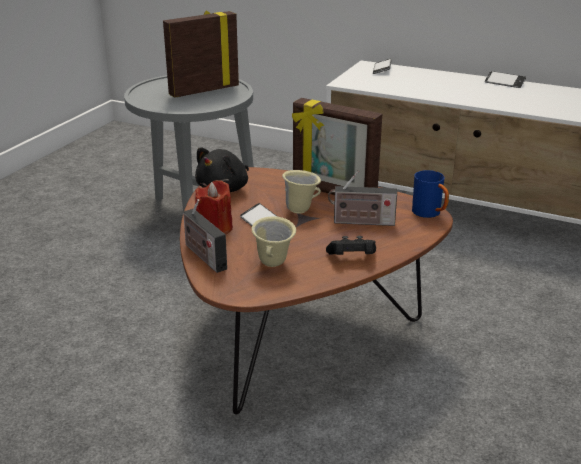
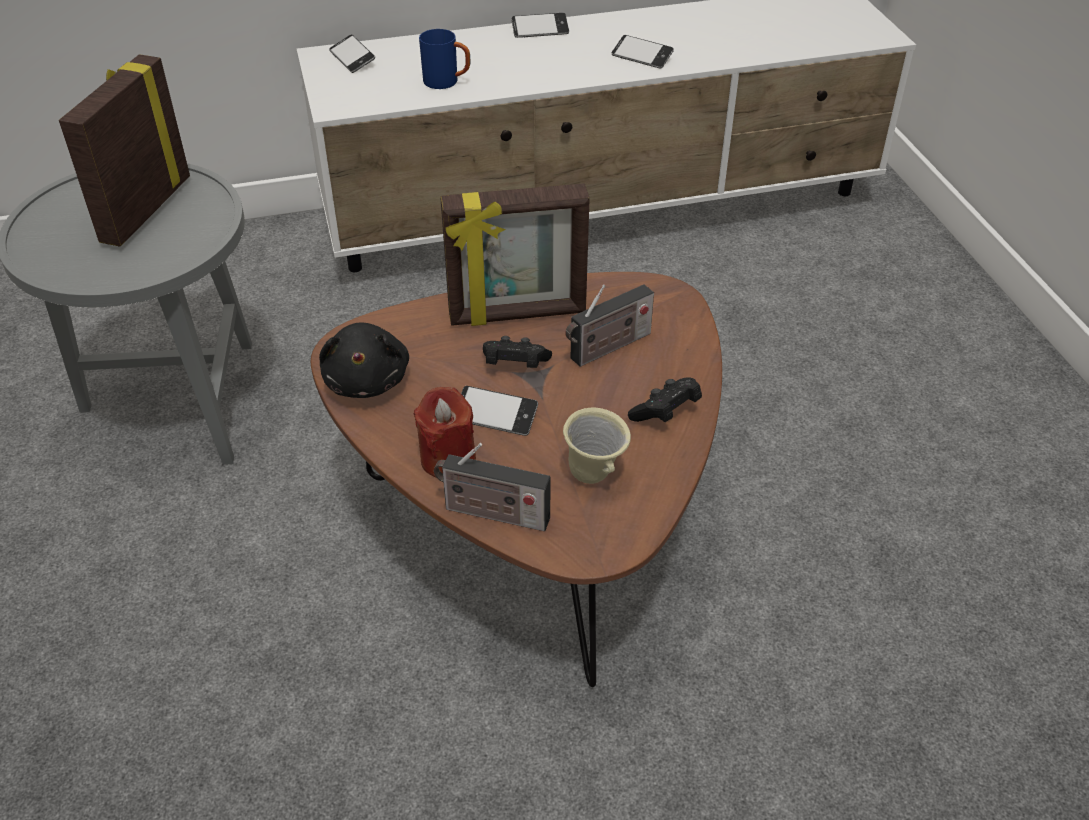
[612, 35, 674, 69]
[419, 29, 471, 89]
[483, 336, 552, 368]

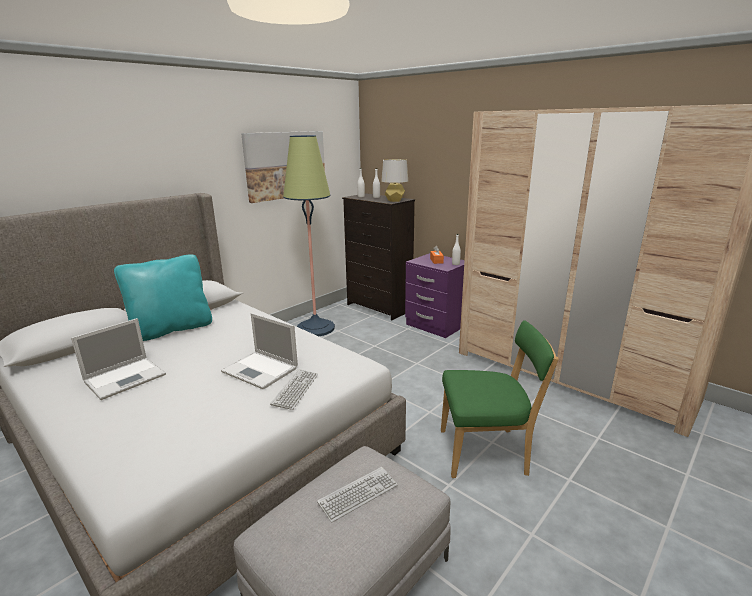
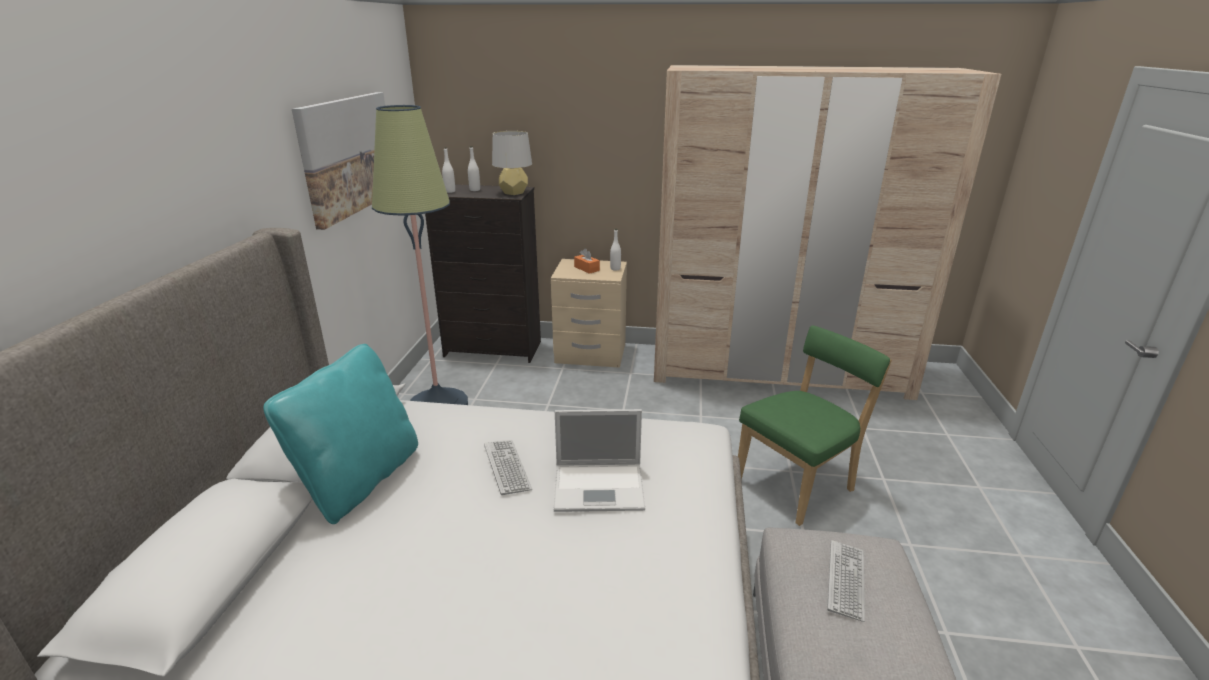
[71, 318, 166, 400] (first image)
[484, 440, 532, 495]
[551, 259, 627, 368]

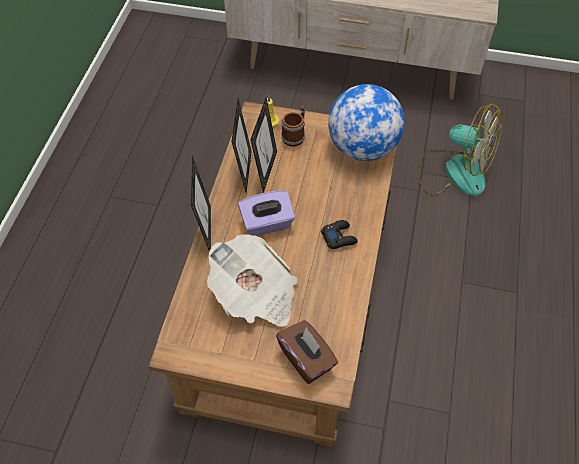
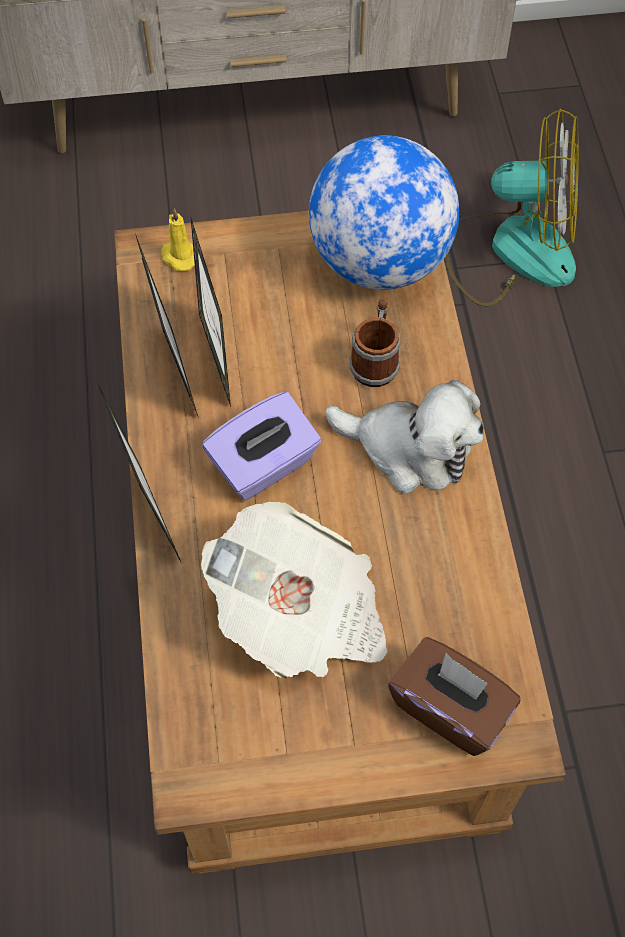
[350, 299, 401, 387]
[325, 379, 484, 494]

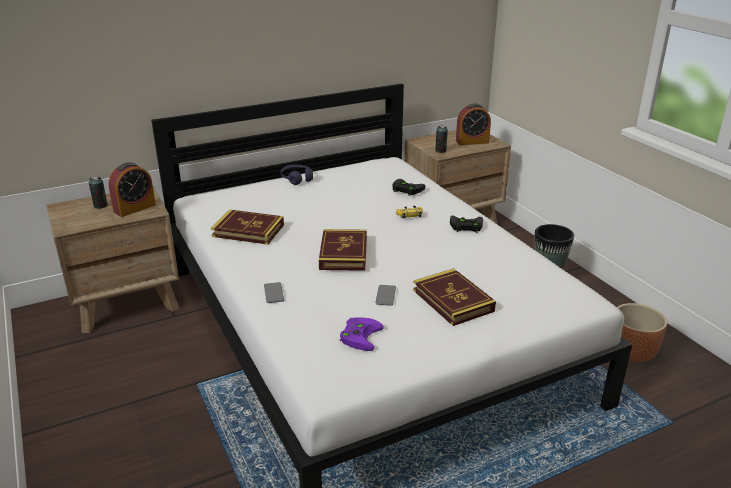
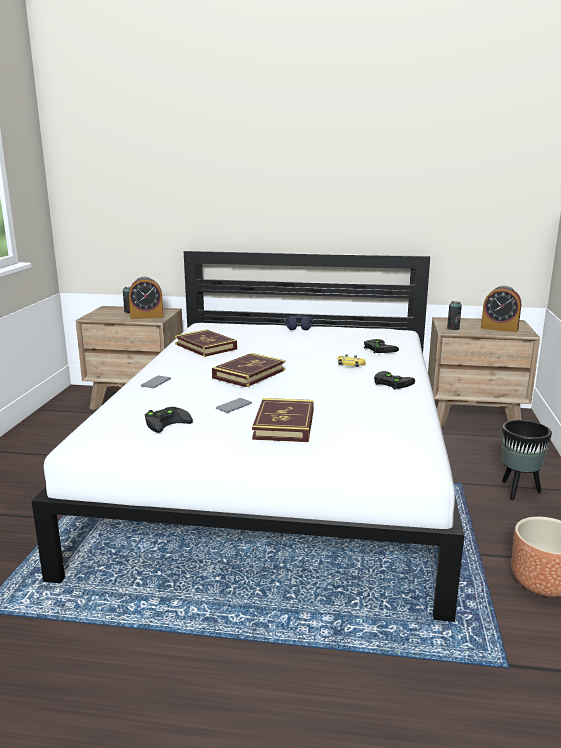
[145, 407, 193, 433]

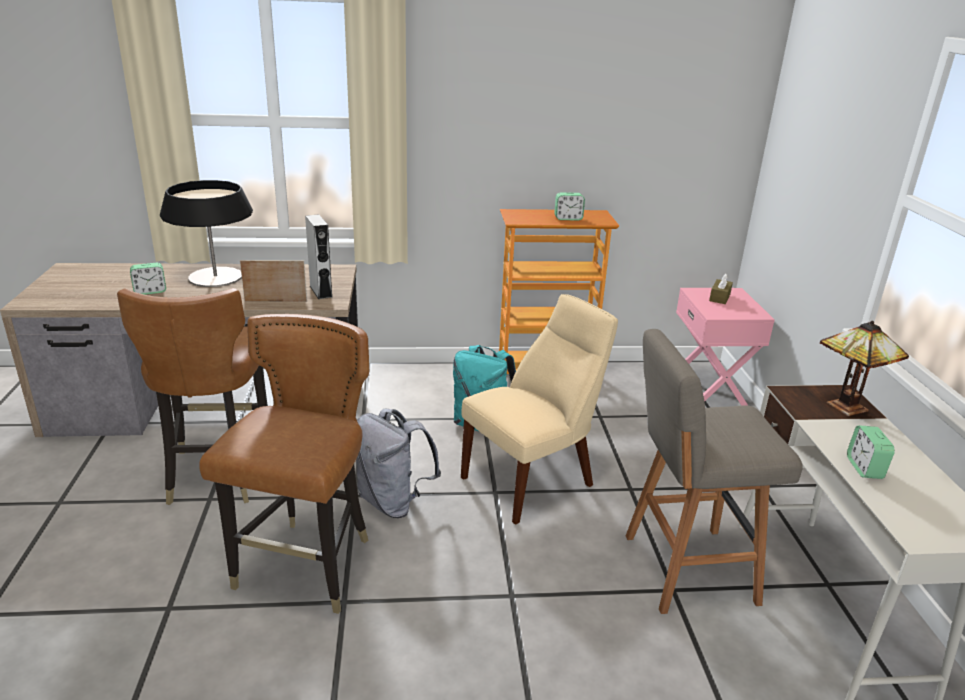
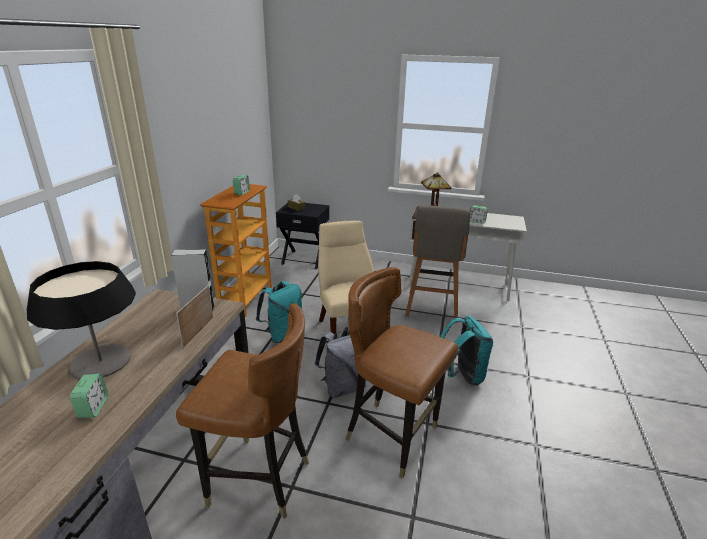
[440, 315, 493, 386]
[276, 203, 329, 269]

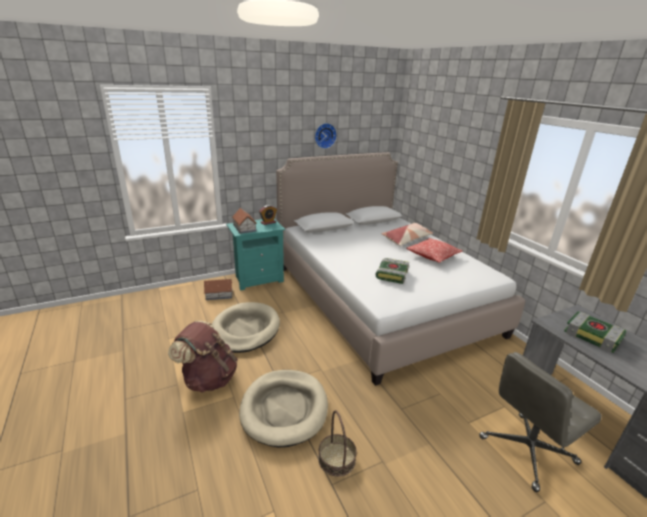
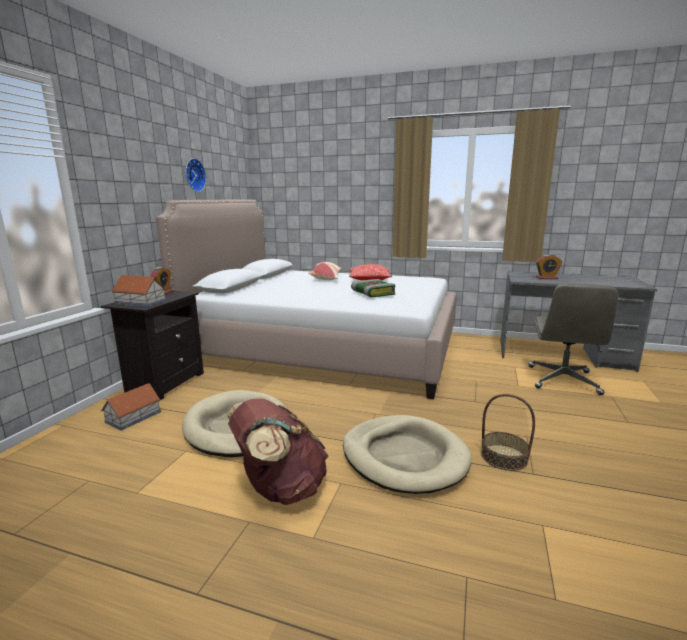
[536, 254, 563, 279]
[100, 291, 204, 400]

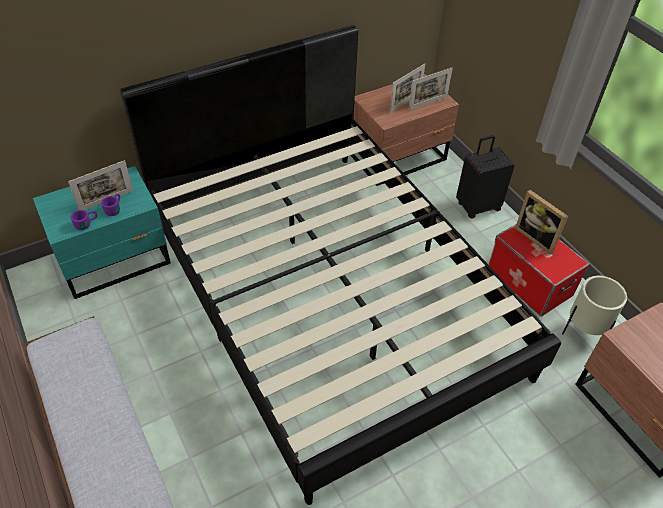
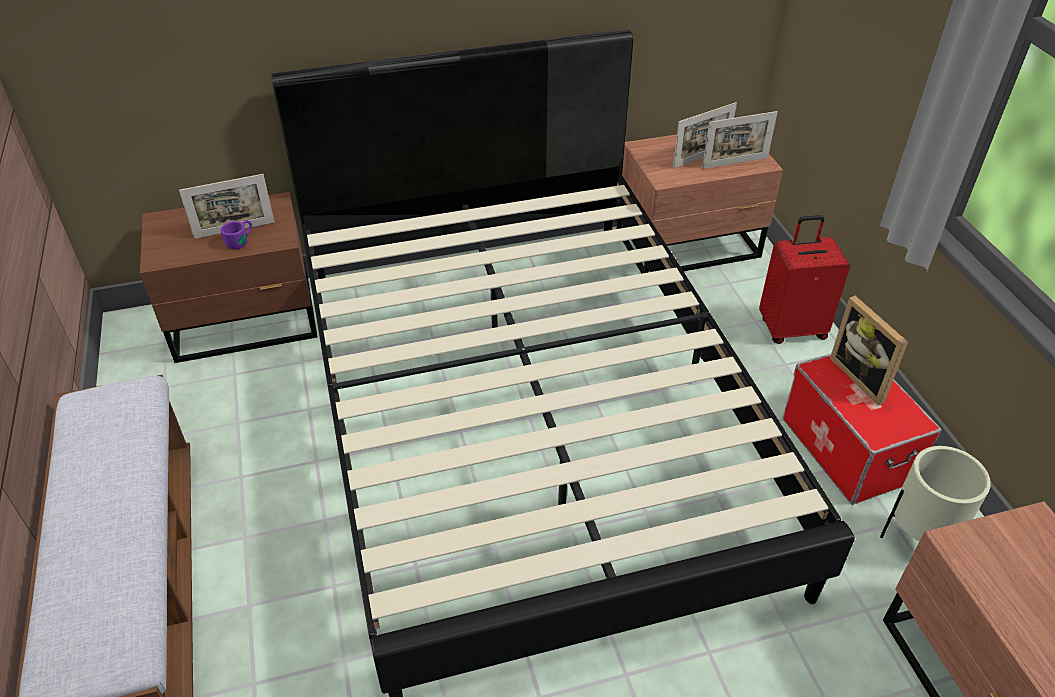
[71, 210, 97, 230] (first image)
[140, 192, 318, 363]
[759, 215, 850, 344]

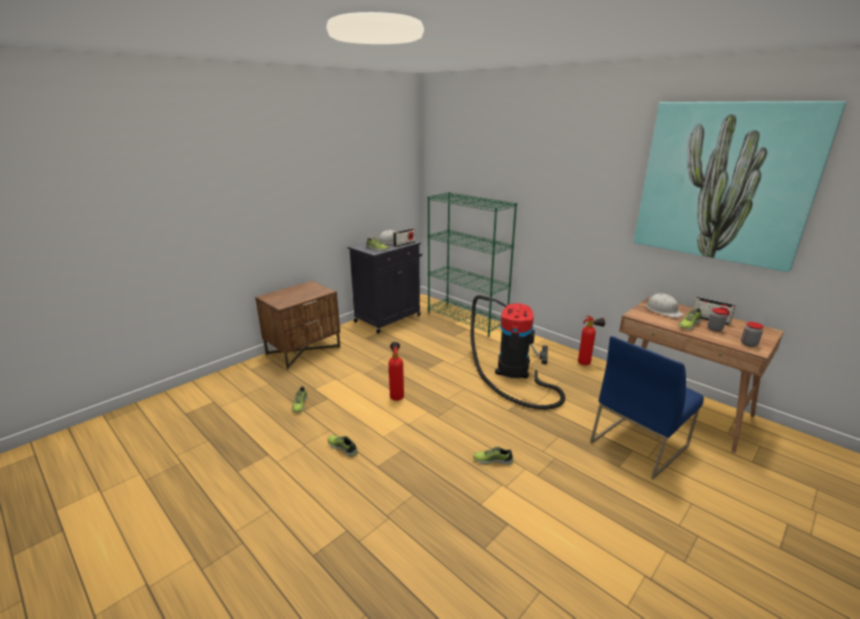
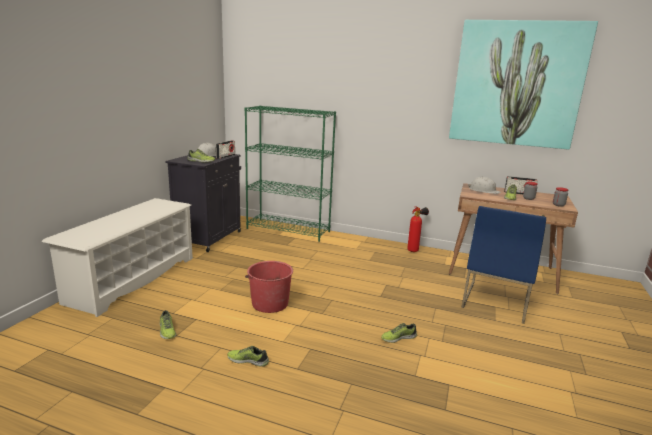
[470, 295, 565, 410] (first image)
[42, 198, 193, 317]
[245, 261, 293, 313]

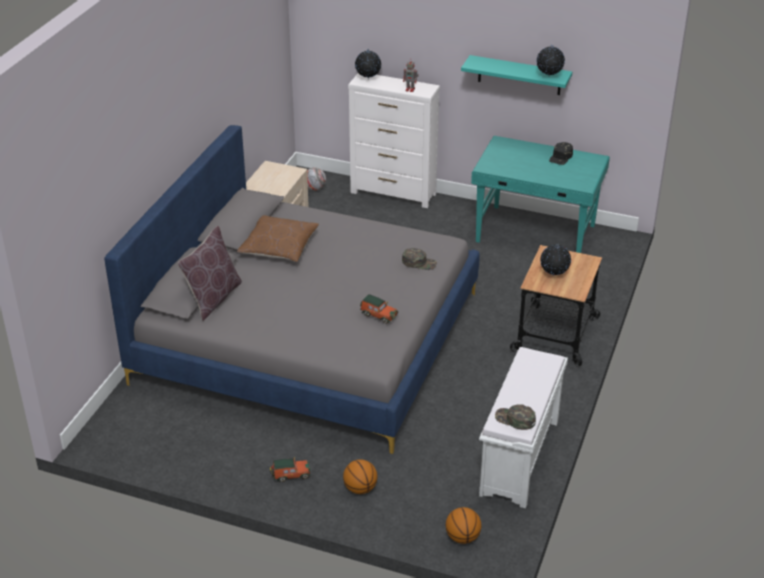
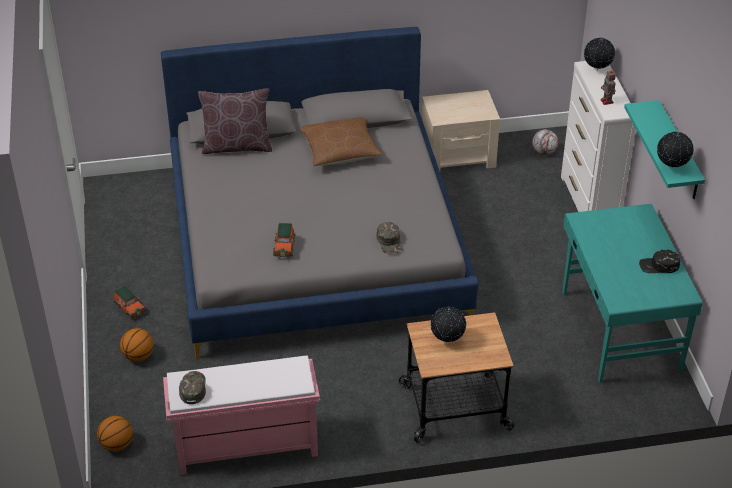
[163, 355, 320, 475]

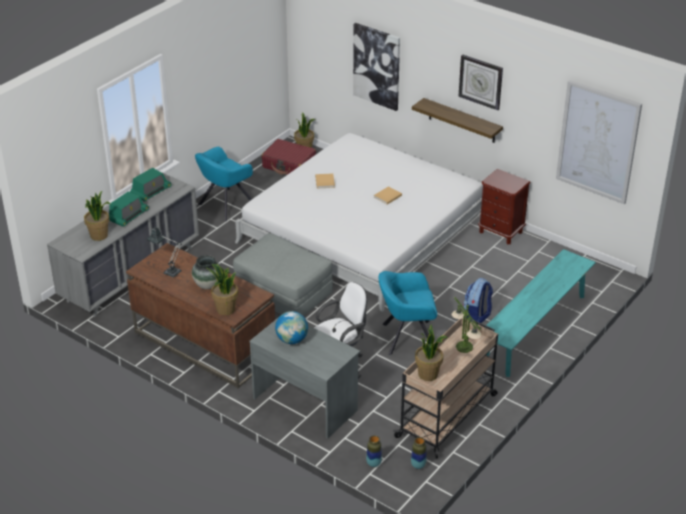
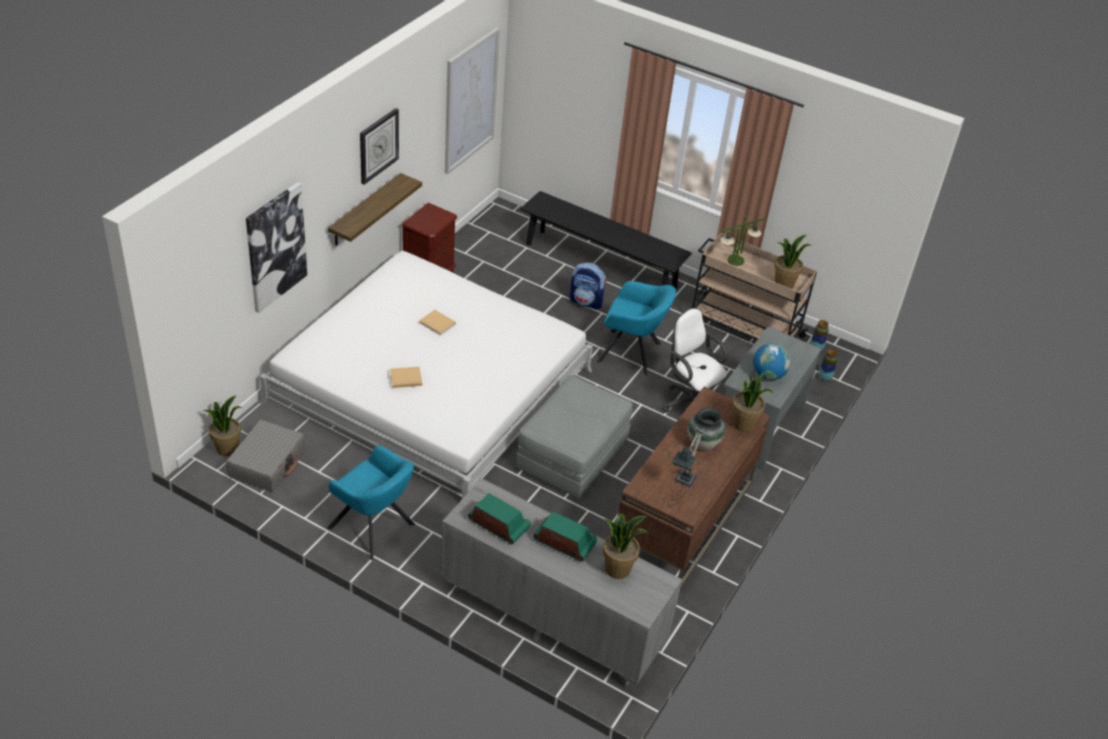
[226, 420, 305, 492]
[520, 191, 692, 288]
[597, 281, 676, 376]

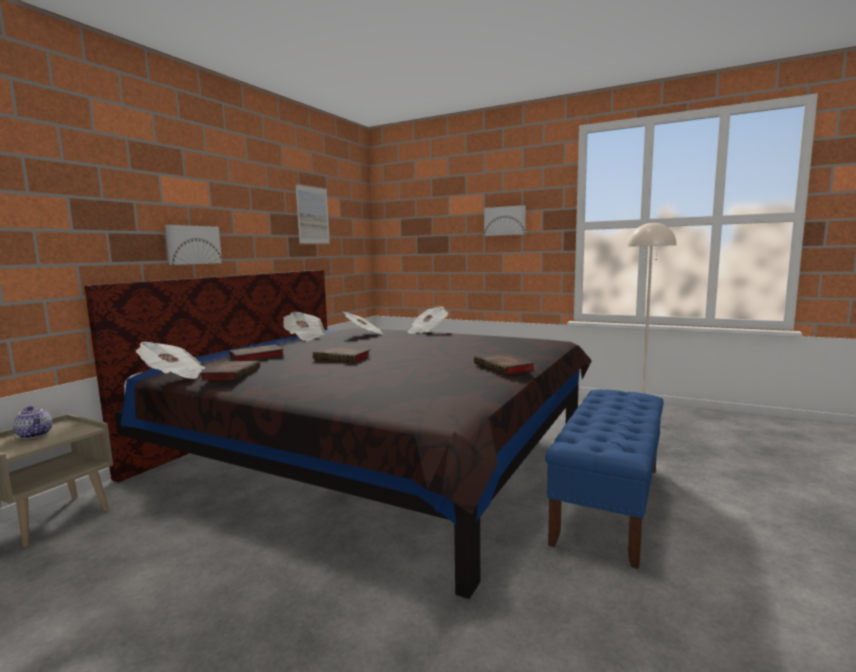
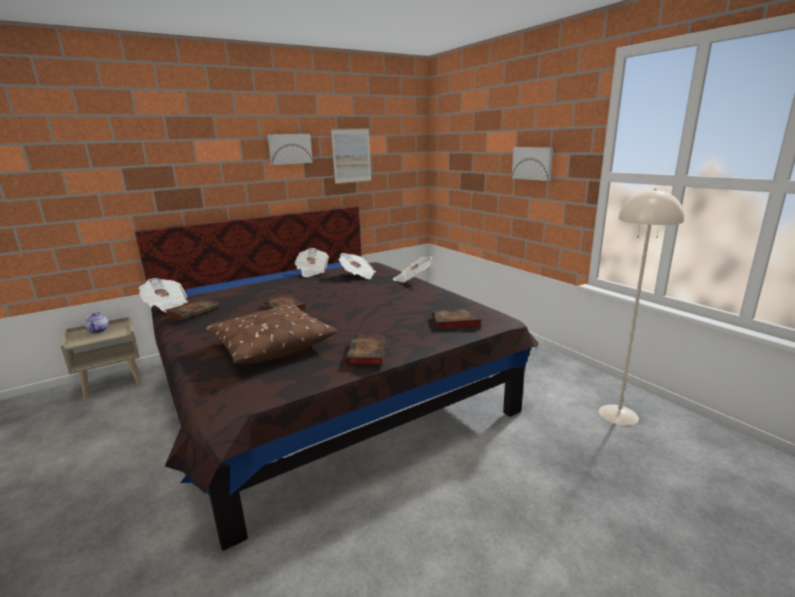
[545, 389, 664, 569] (first image)
[205, 305, 337, 364]
[268, 134, 313, 165]
[432, 309, 482, 329]

